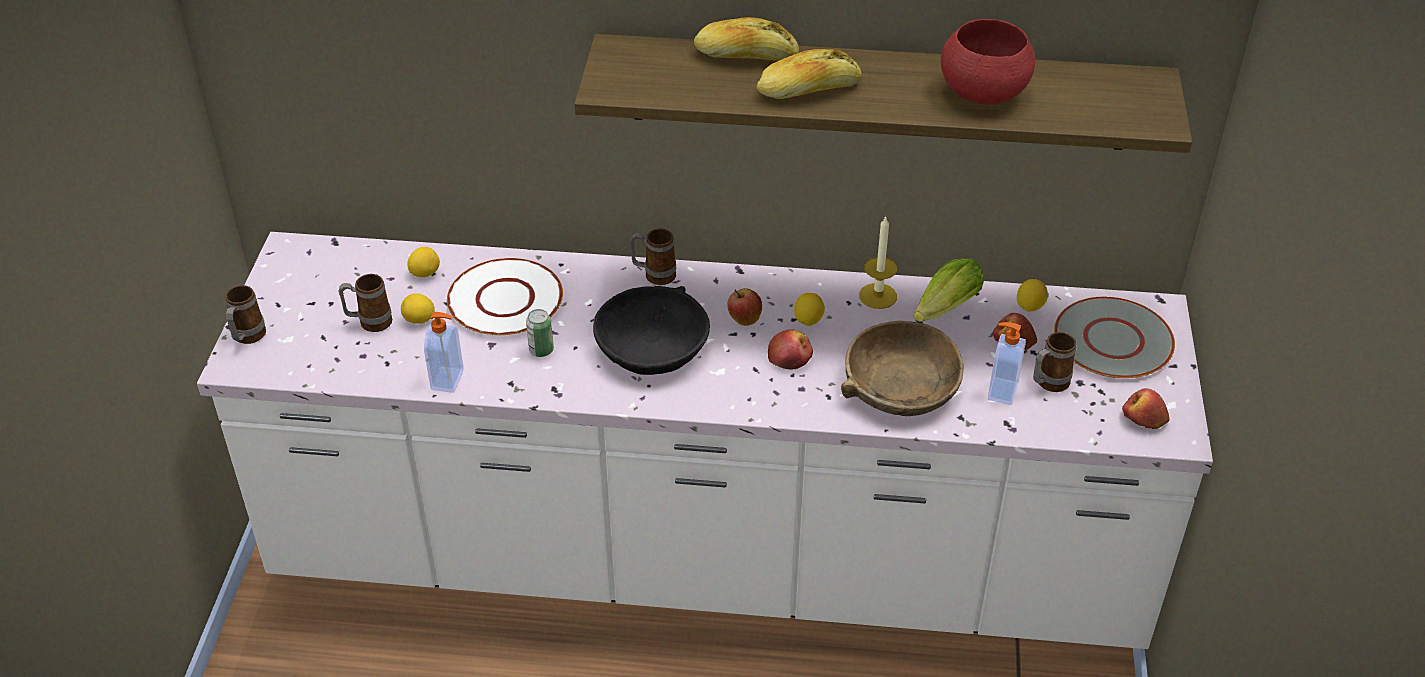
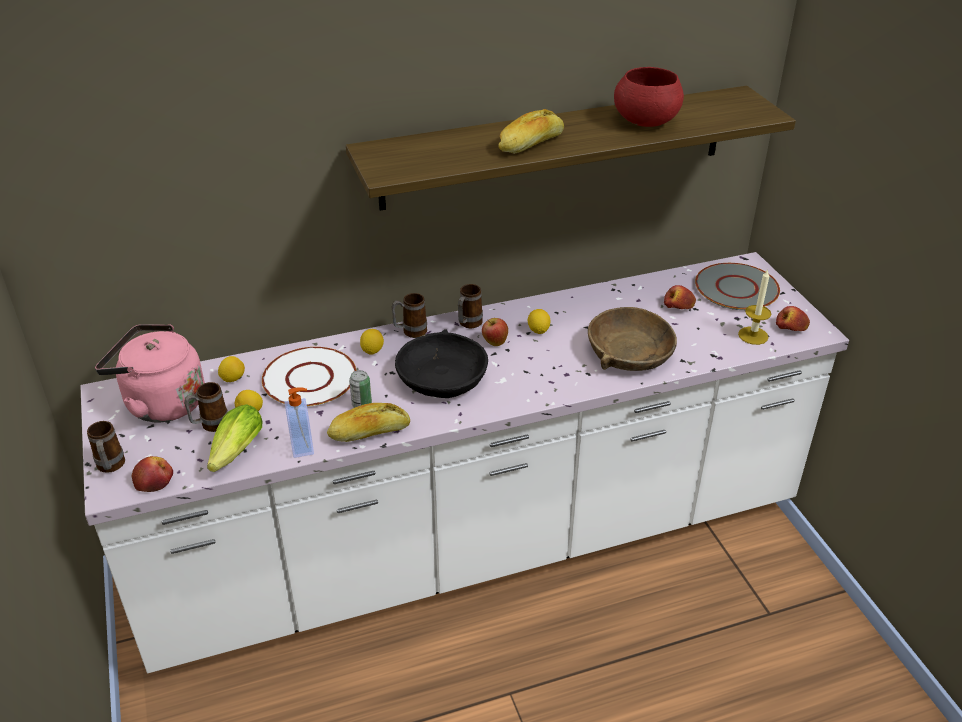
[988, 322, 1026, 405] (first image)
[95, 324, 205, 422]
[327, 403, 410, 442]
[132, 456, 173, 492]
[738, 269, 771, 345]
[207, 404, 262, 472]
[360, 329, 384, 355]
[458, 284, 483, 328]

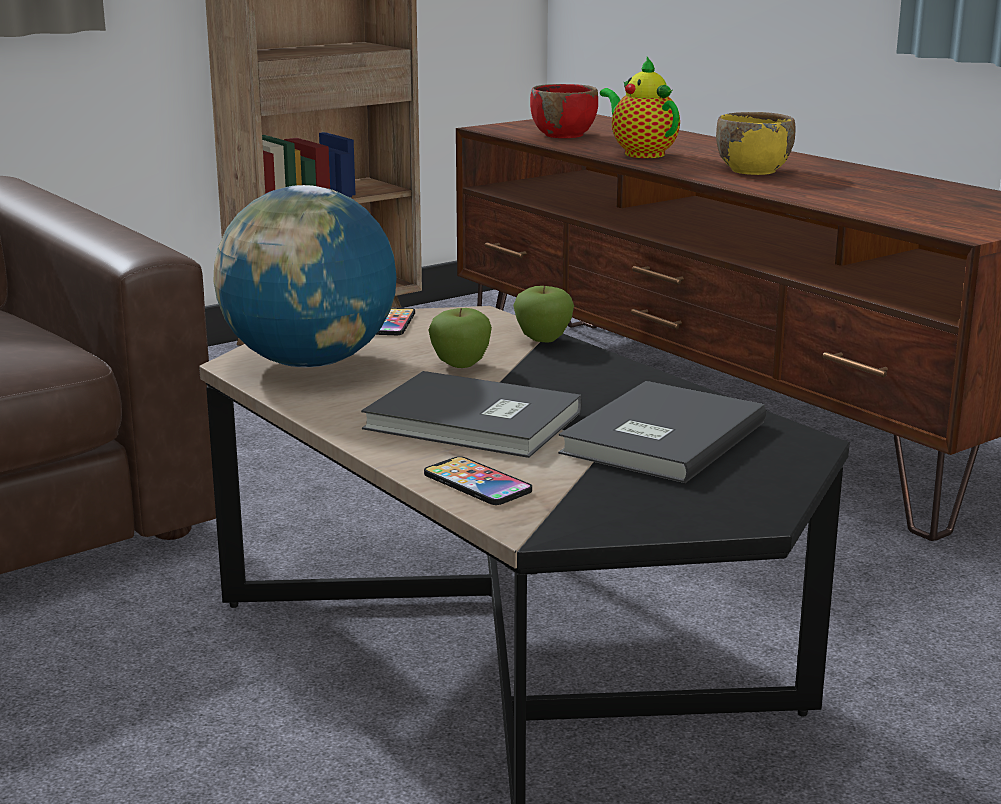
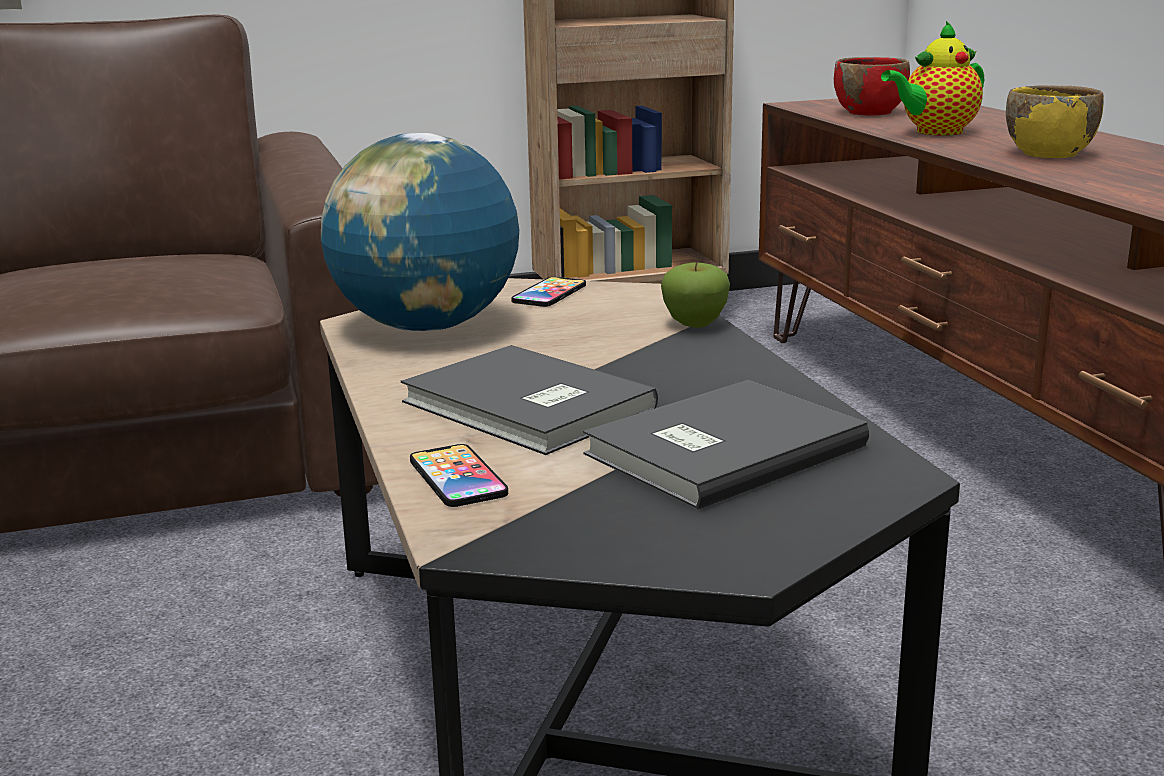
[429, 308, 492, 368] (first image)
[881, 21, 984, 136]

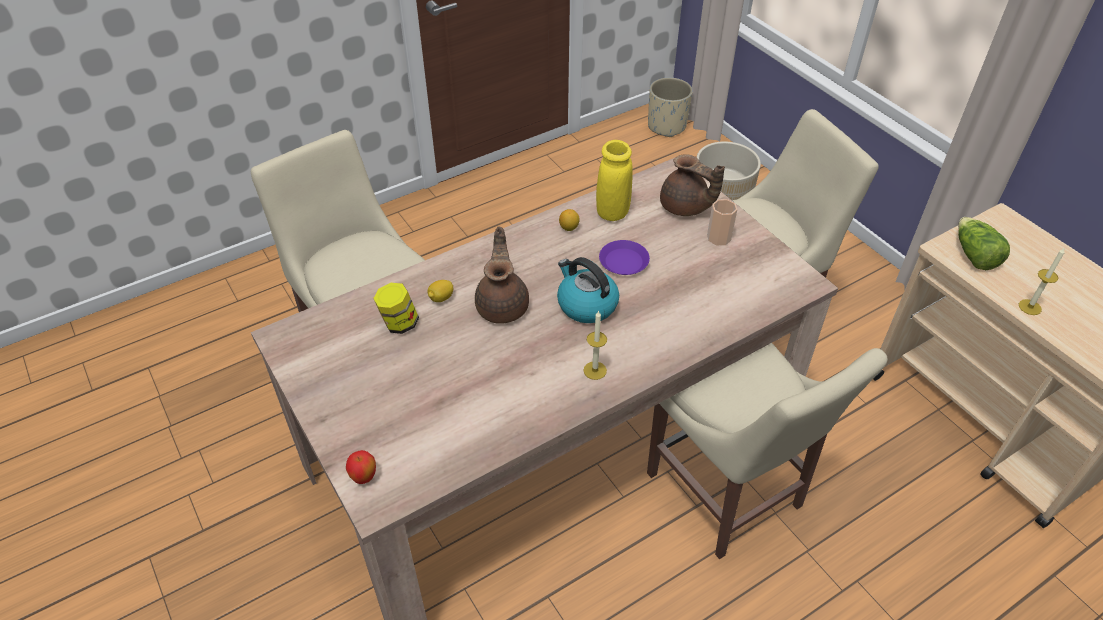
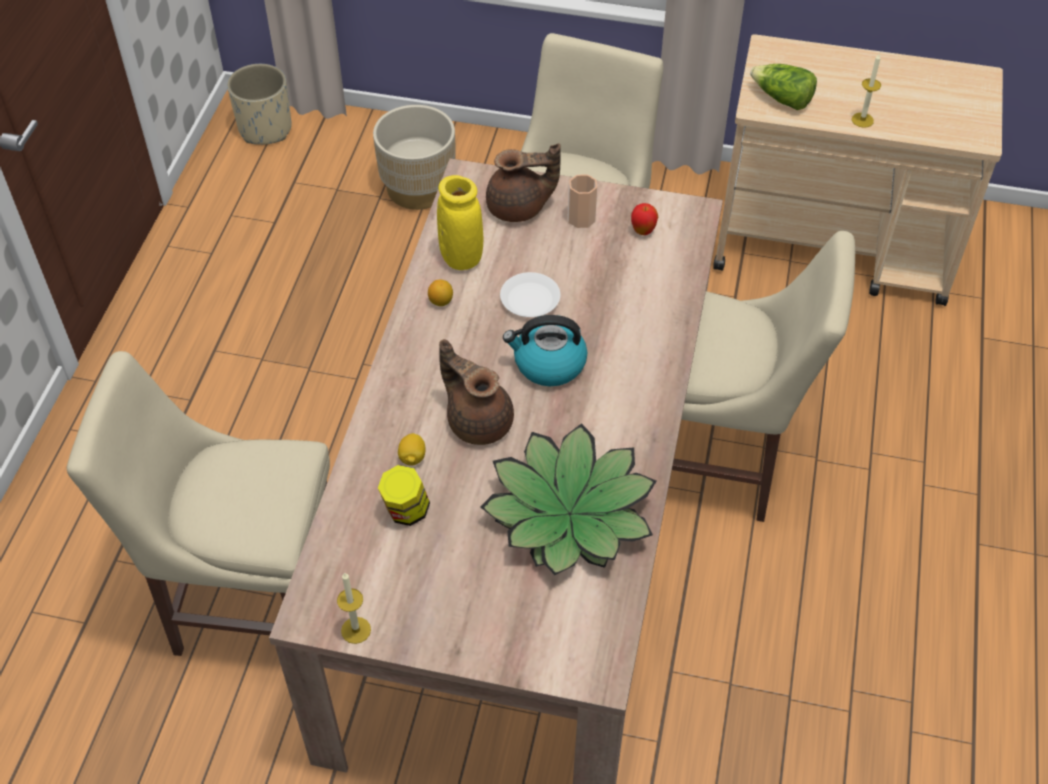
[480, 423, 657, 575]
[631, 203, 658, 235]
[337, 572, 371, 644]
[500, 272, 560, 317]

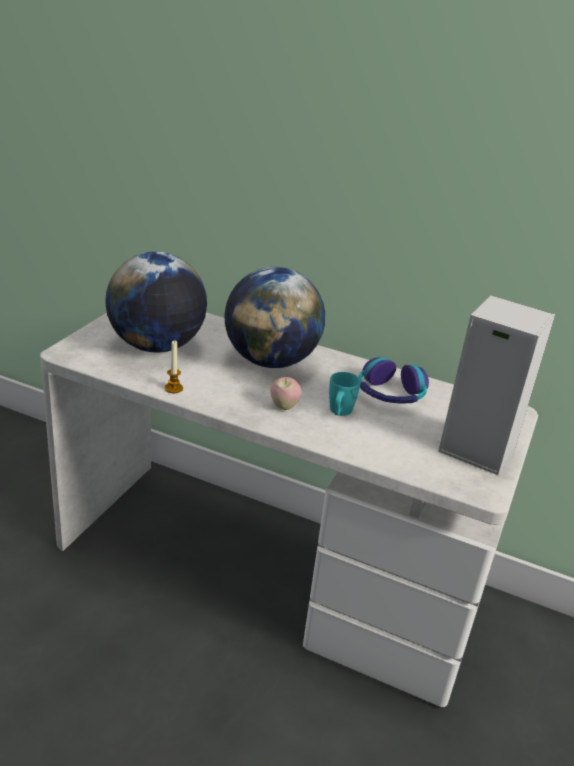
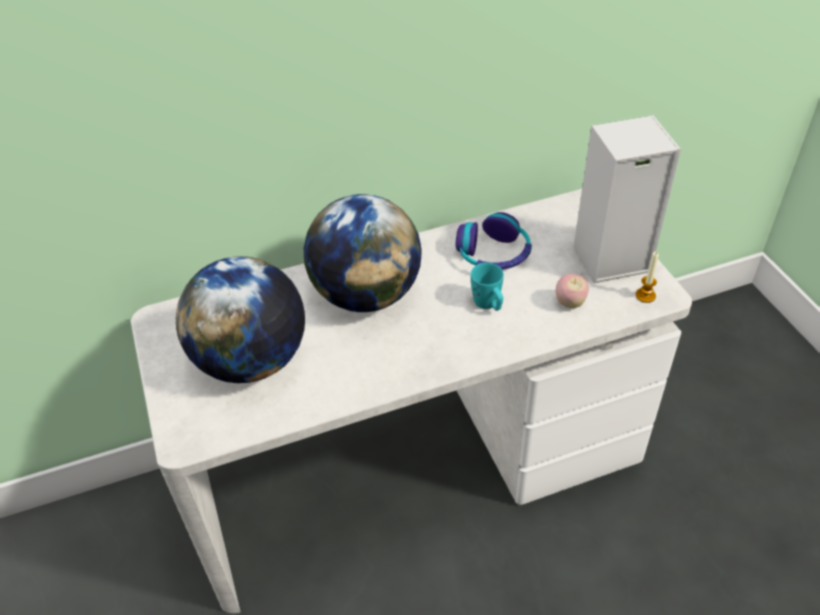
[636, 252, 659, 303]
[556, 274, 589, 308]

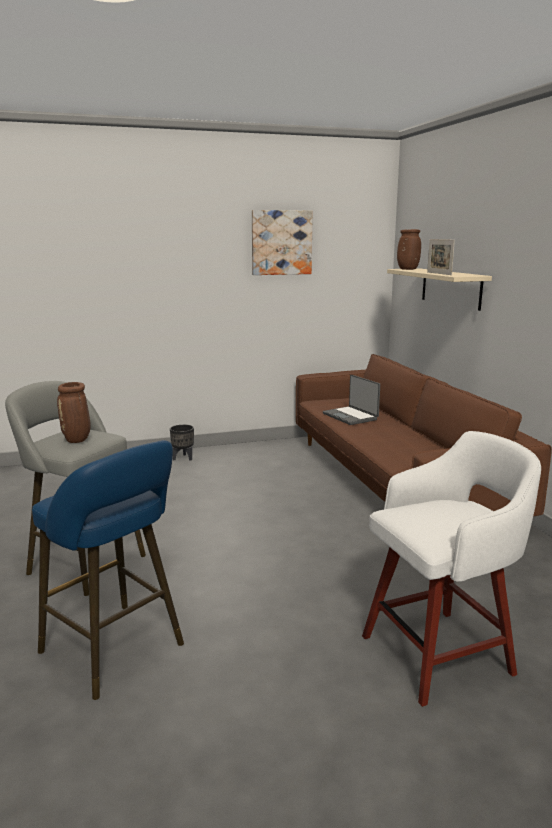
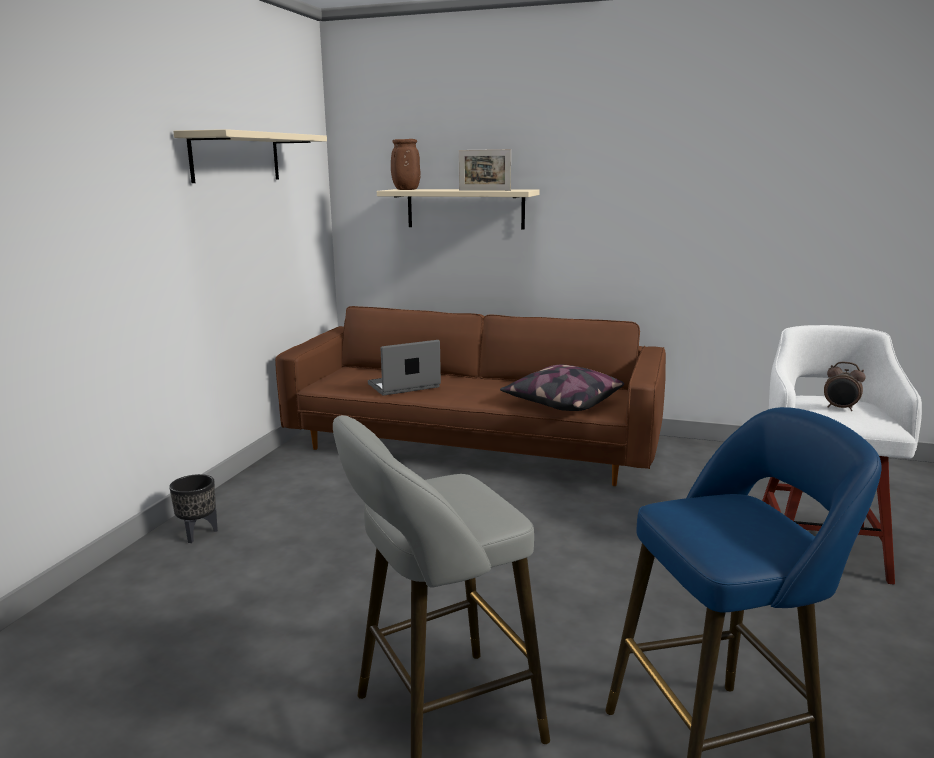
[57, 382, 91, 443] (first image)
[500, 365, 624, 411]
[824, 362, 866, 411]
[173, 129, 327, 183]
[368, 340, 441, 396]

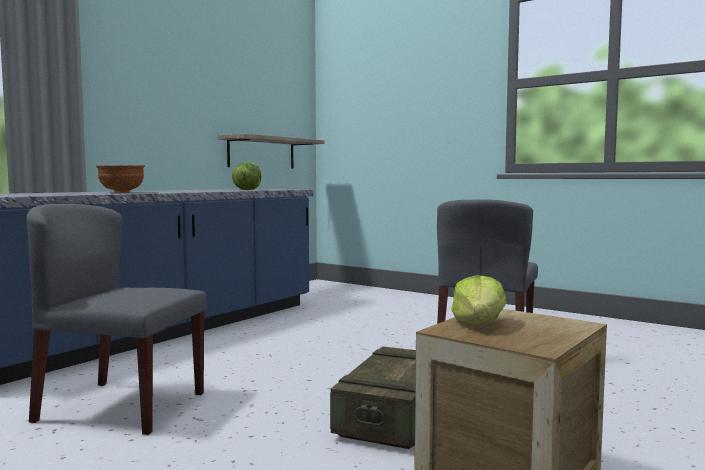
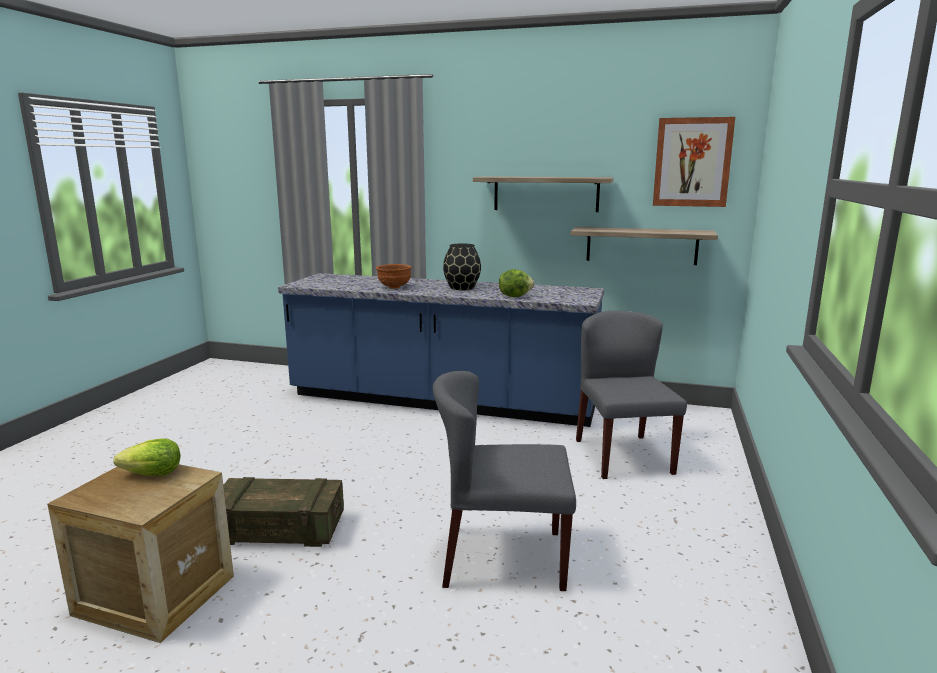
[443, 244, 481, 290]
[473, 176, 614, 212]
[653, 117, 735, 207]
[576, 311, 687, 479]

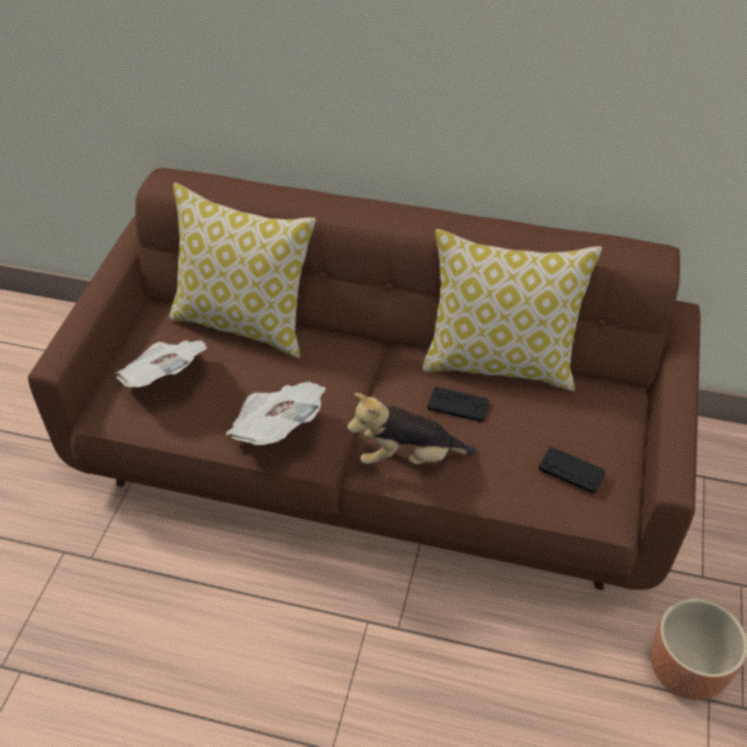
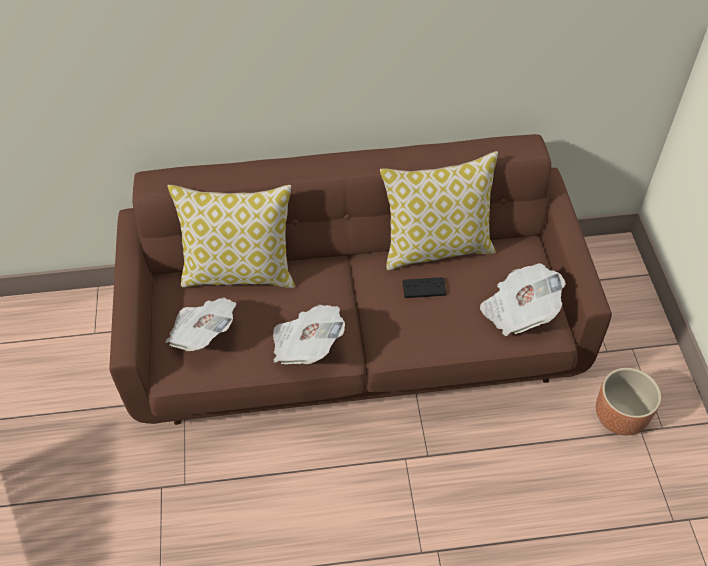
[347, 393, 476, 464] (first image)
[480, 263, 566, 336]

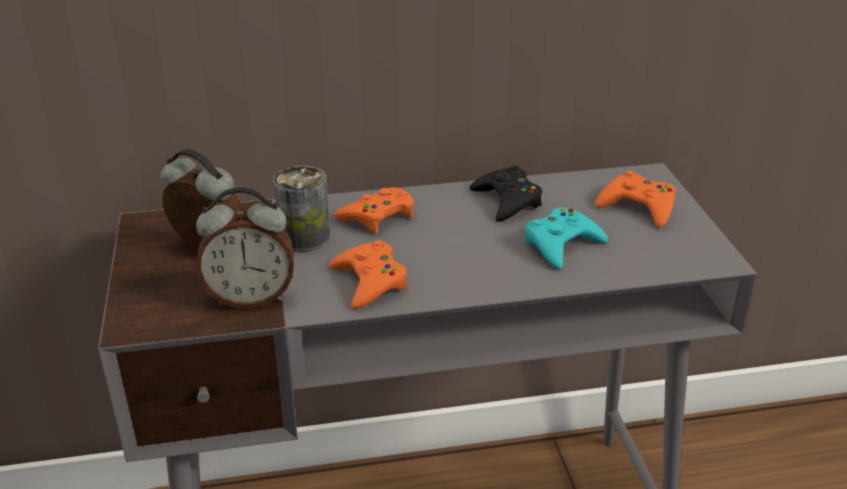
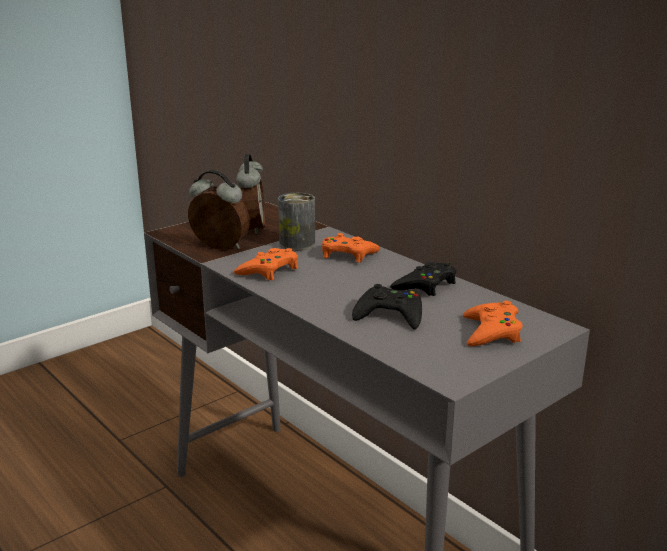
[352, 284, 422, 330]
[188, 170, 250, 250]

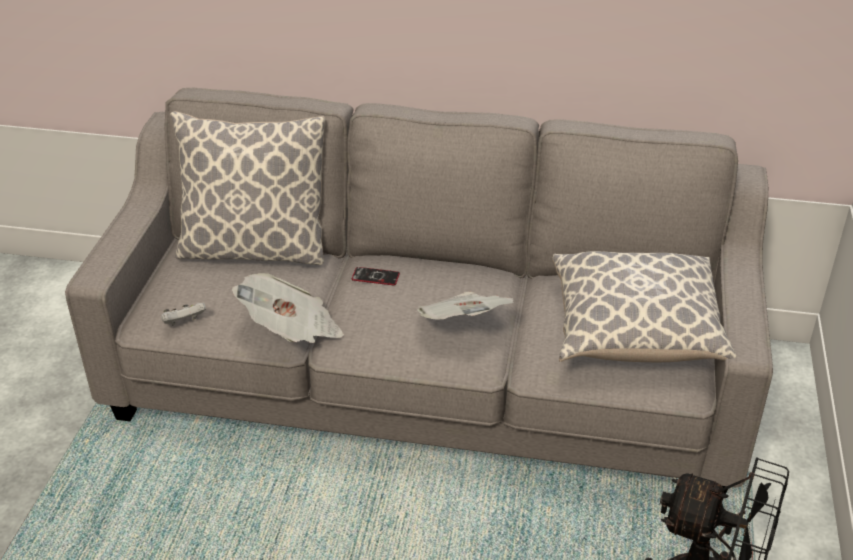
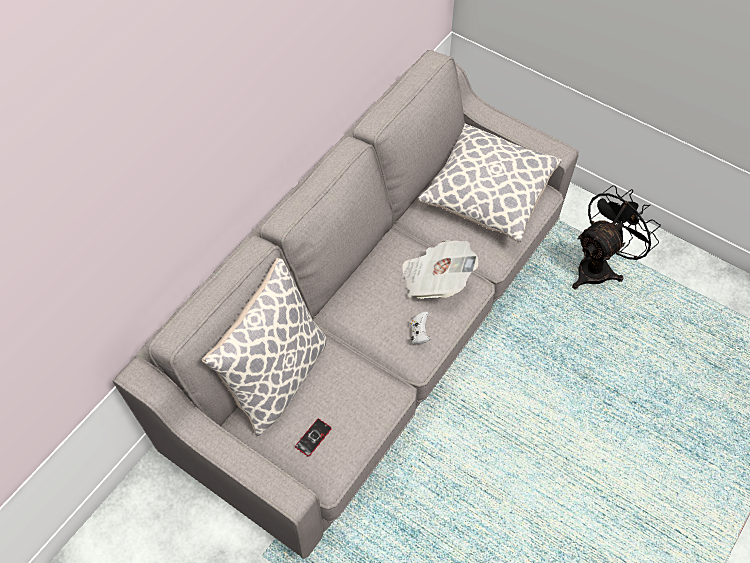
[232, 273, 344, 343] (first image)
[410, 311, 431, 345]
[295, 419, 332, 457]

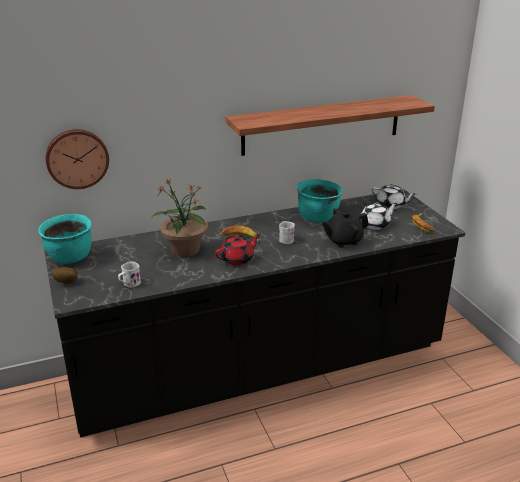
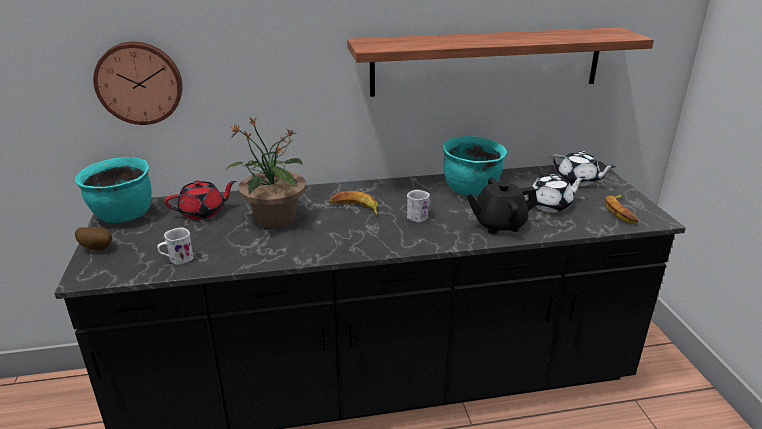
[164, 180, 236, 220]

